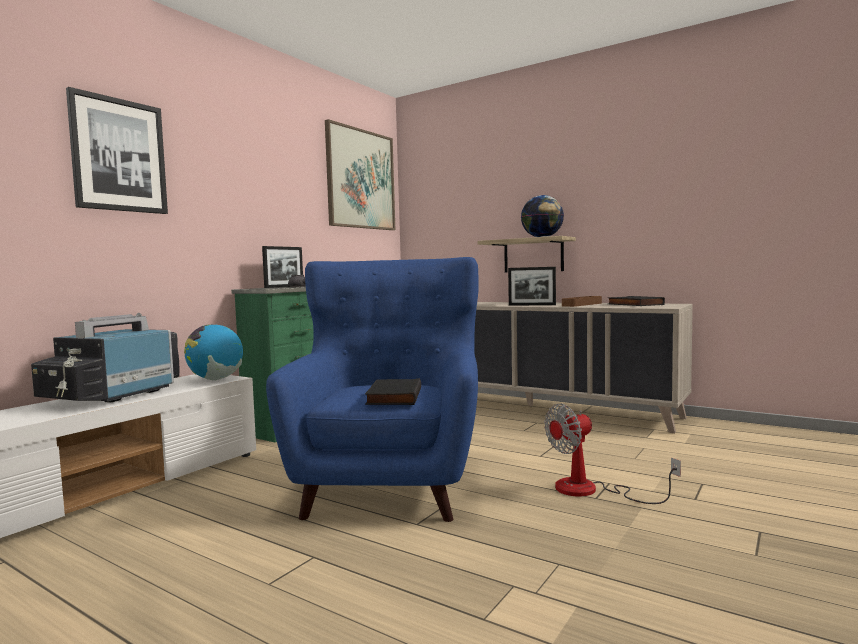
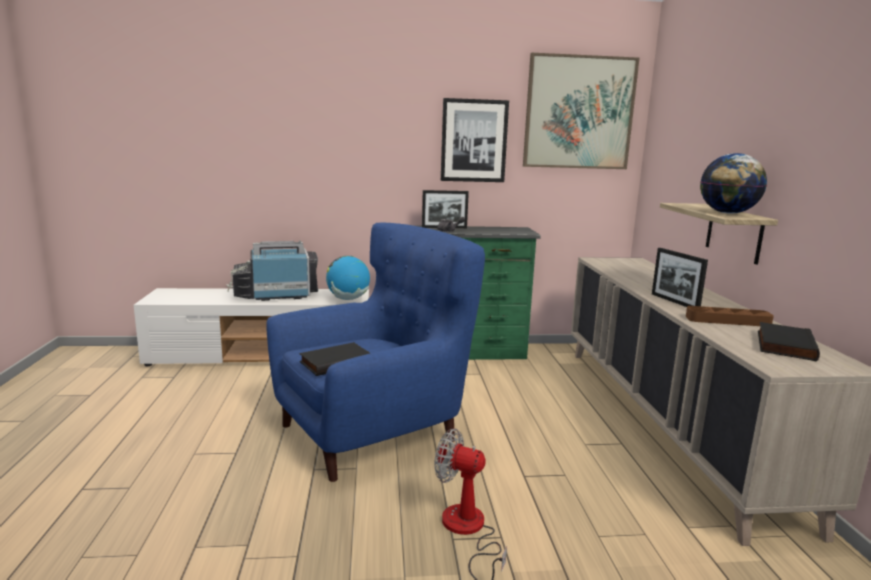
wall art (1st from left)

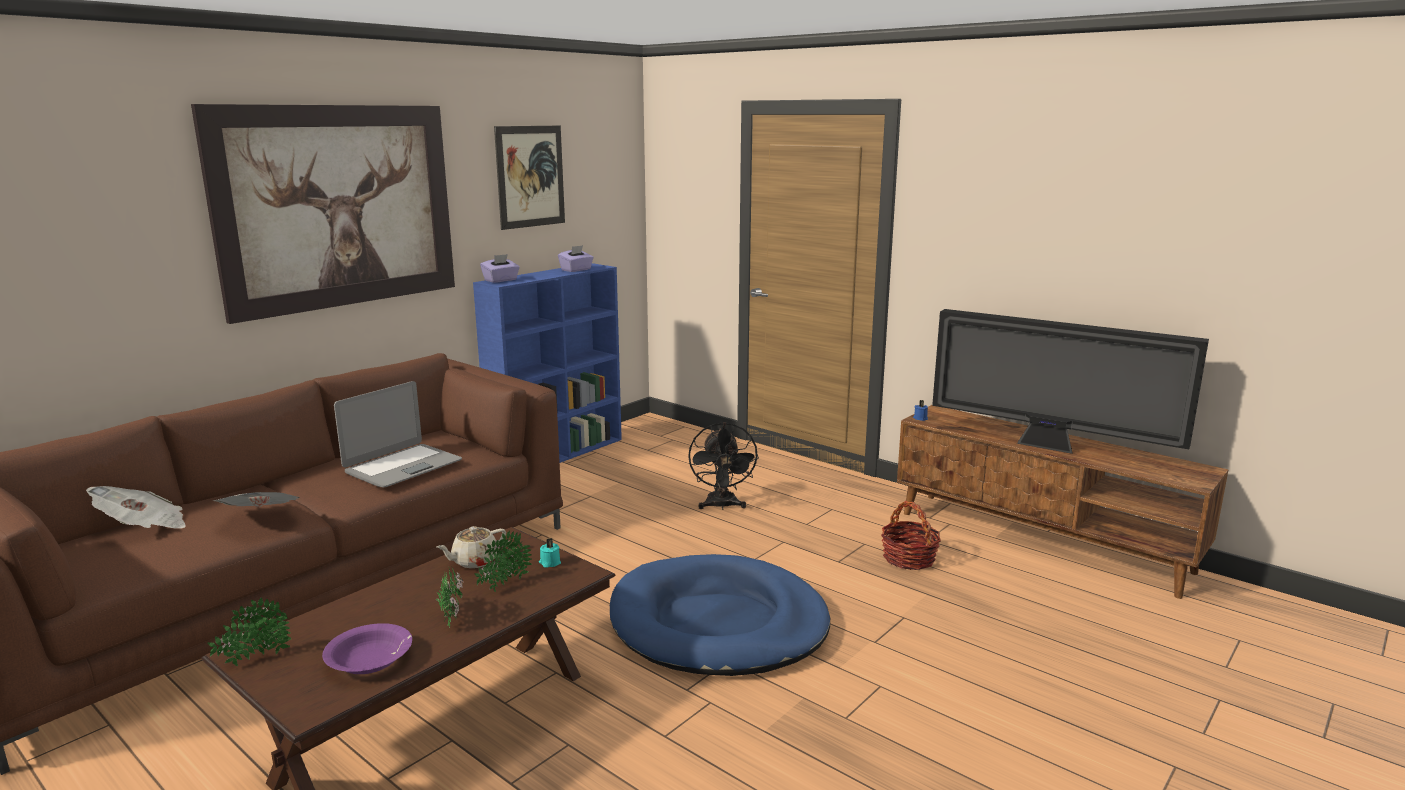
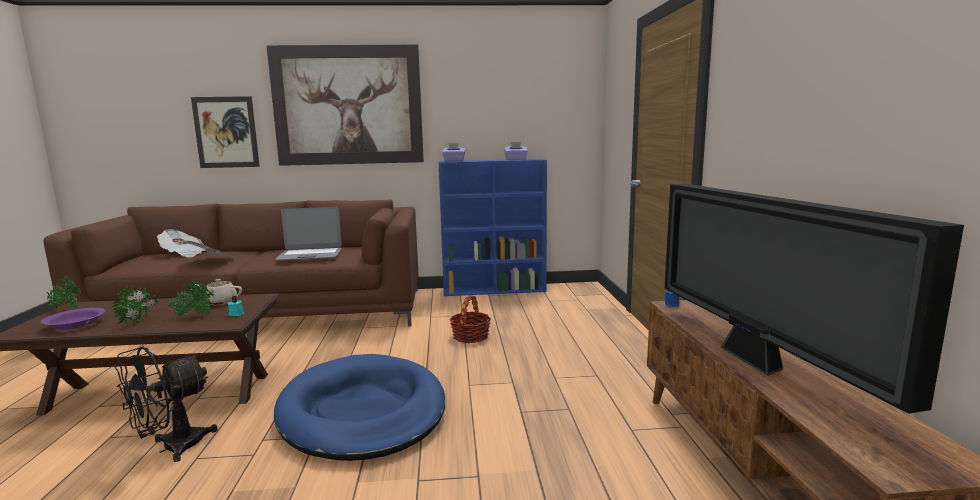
wall art (1st from left)
electric fan in black-coloured
household basket

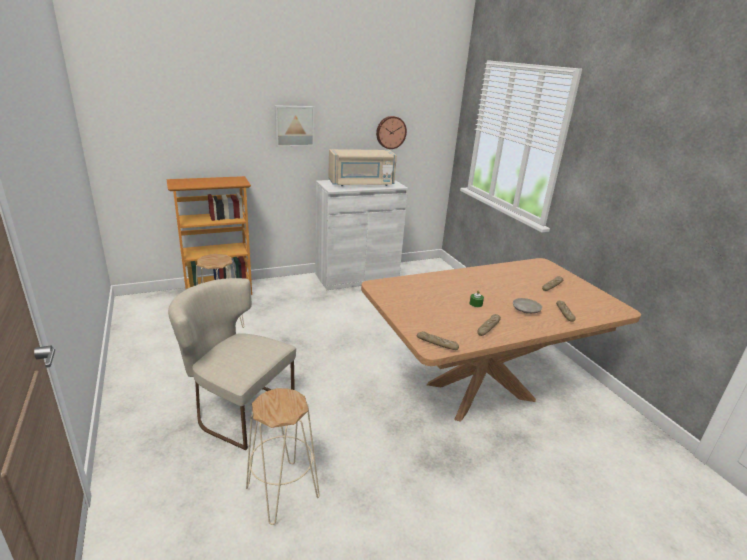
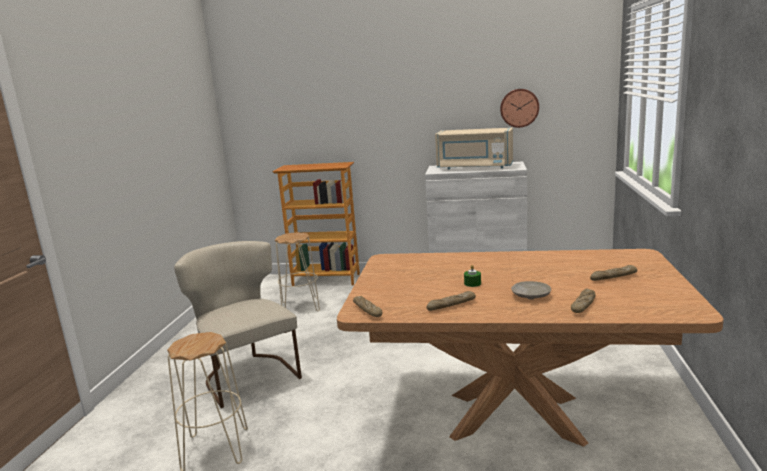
wall art

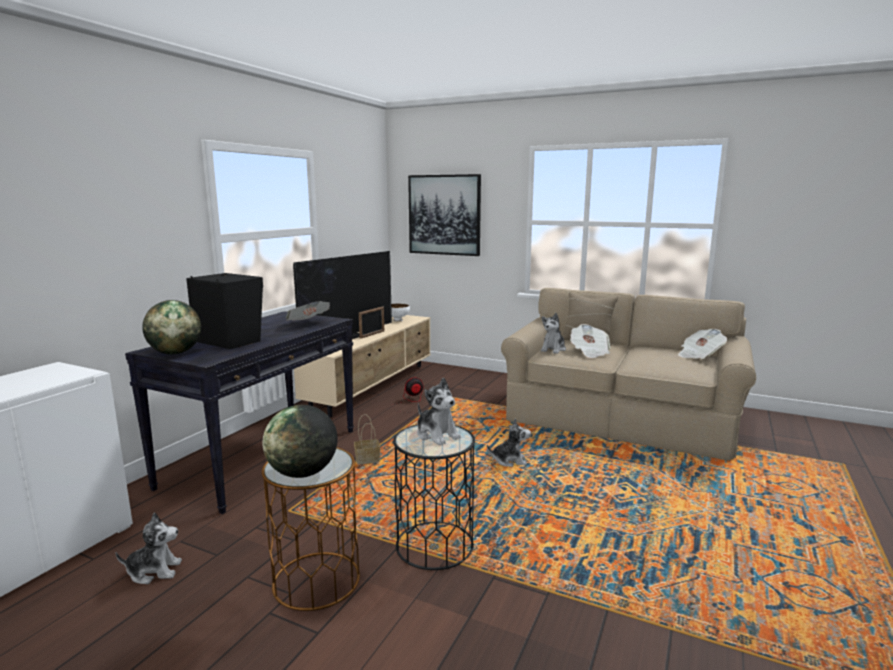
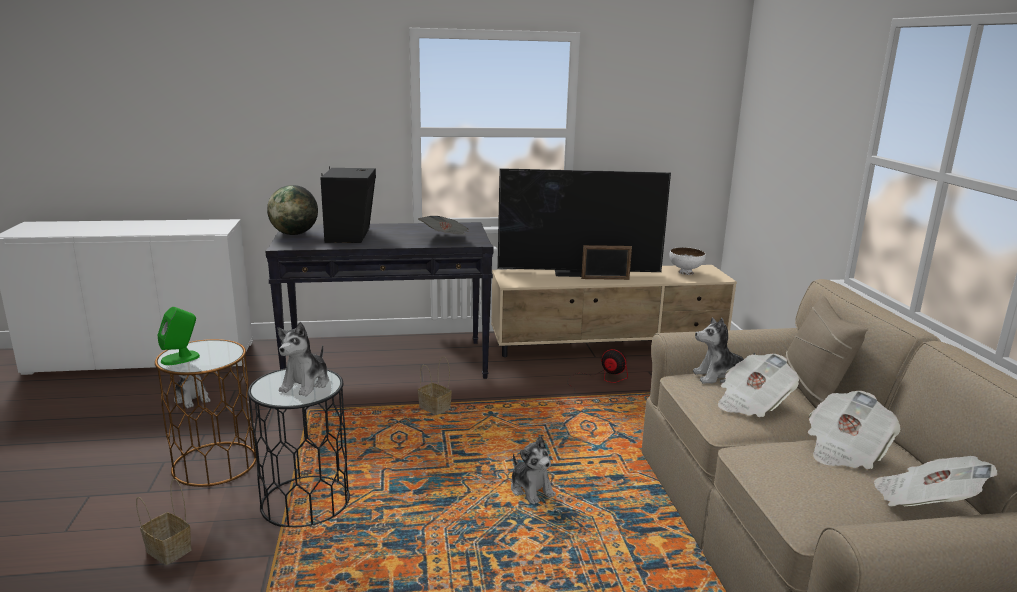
wall art
loudspeaker in greenish
daily paper (3rd from left)
household basket (1st from left)

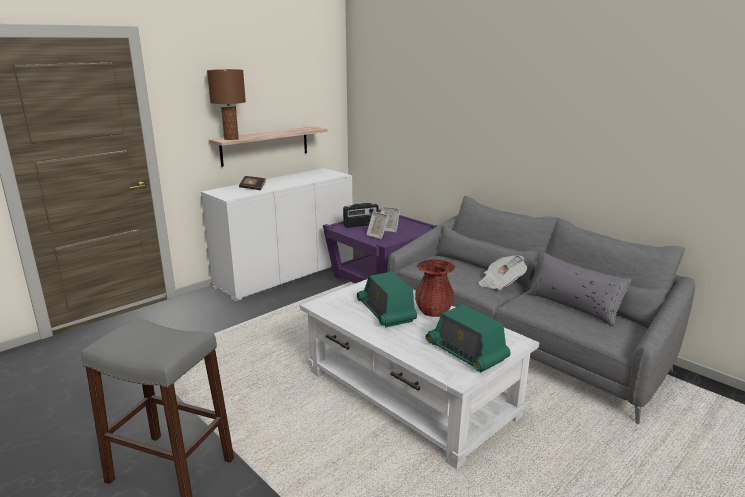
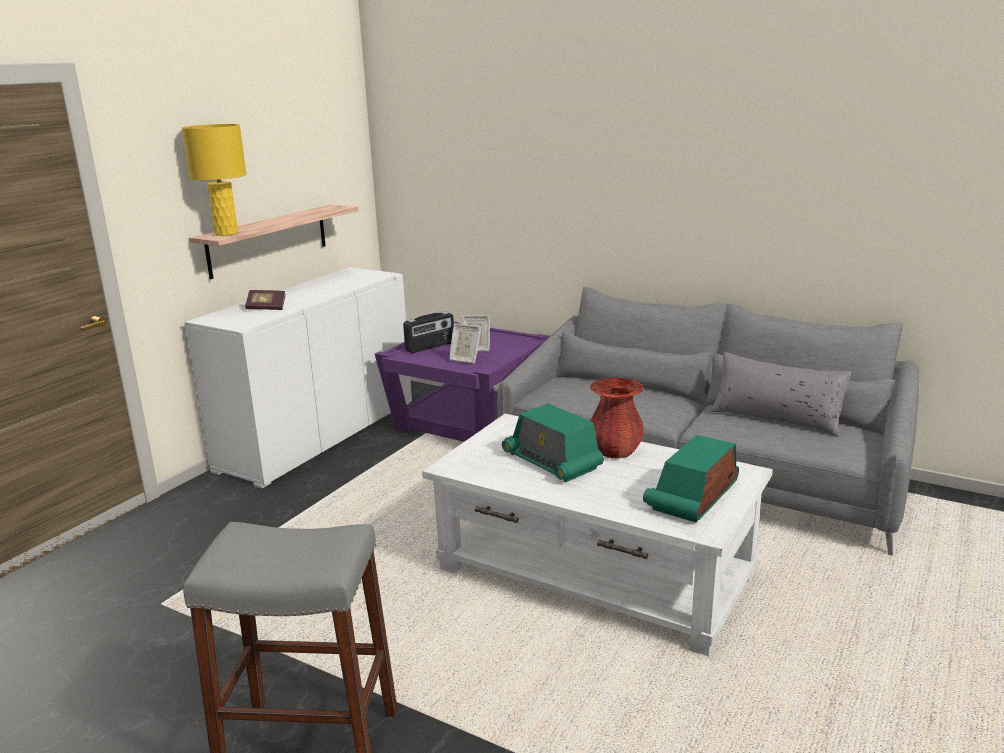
table lamp in yellowish
daily paper
radio receiver (3rd from left)

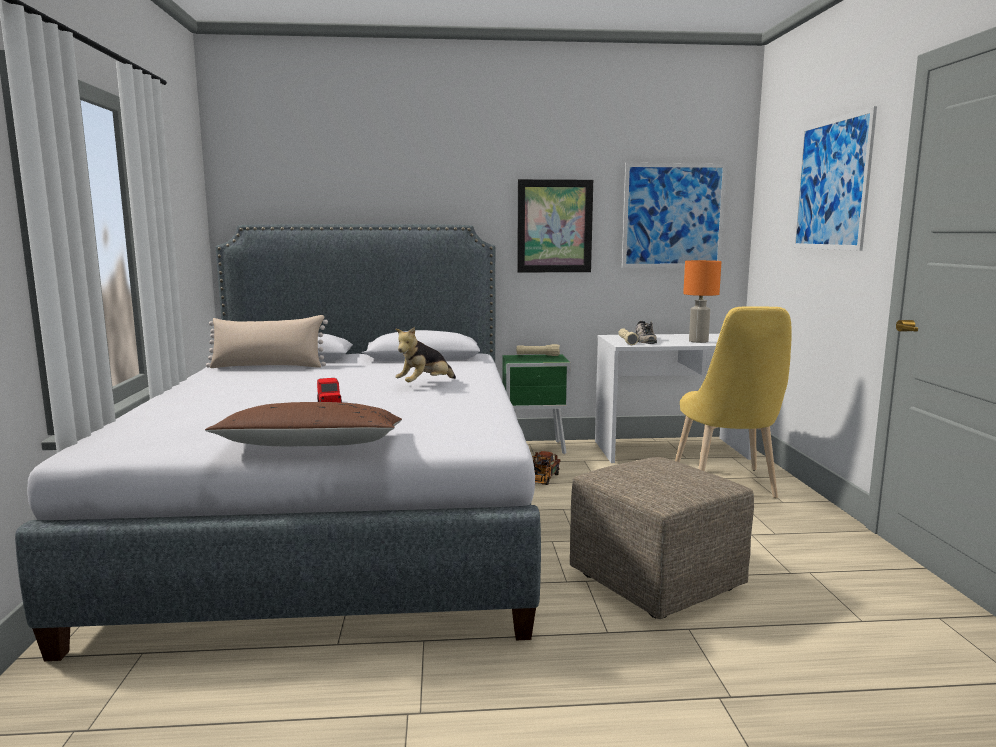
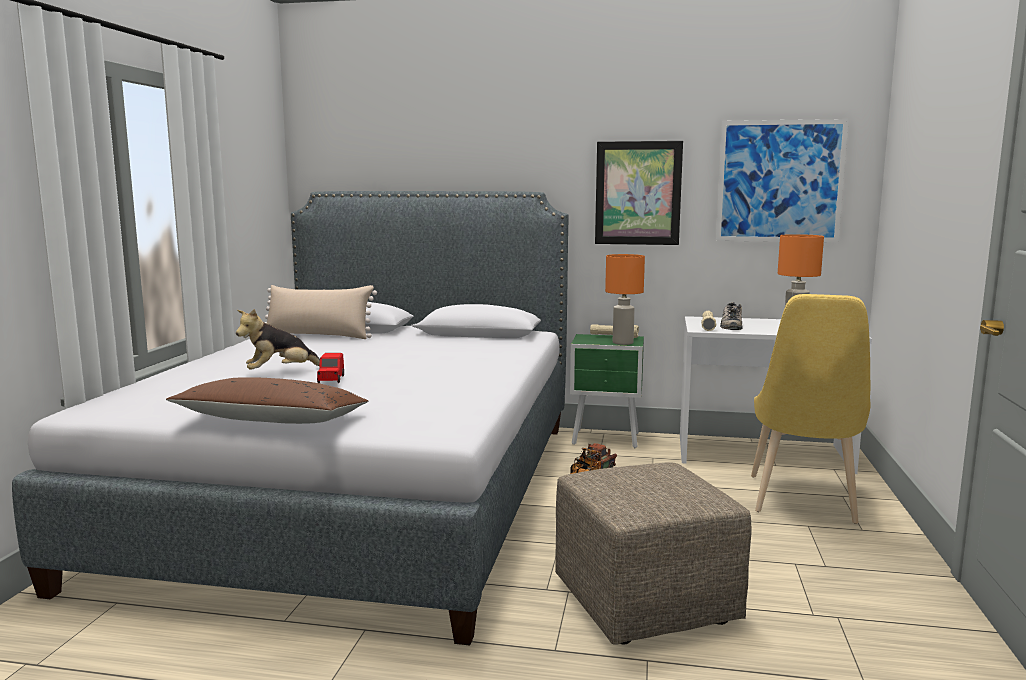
wall art (3rd from left in the first image)
plush toy
table lamp in orange-coloured (1st from left)

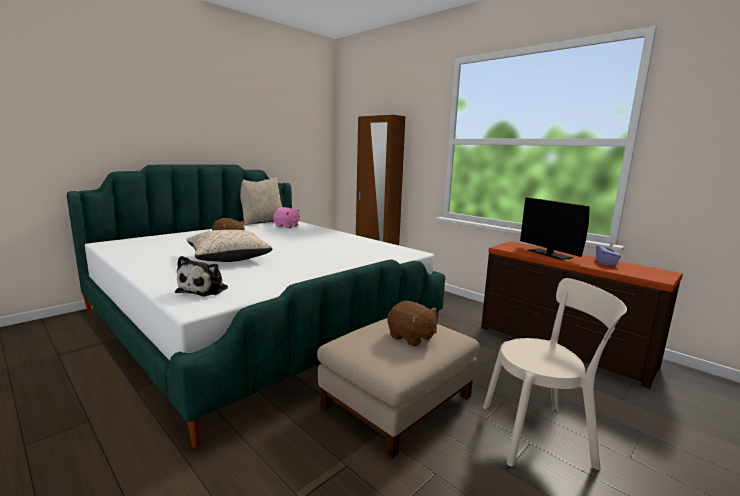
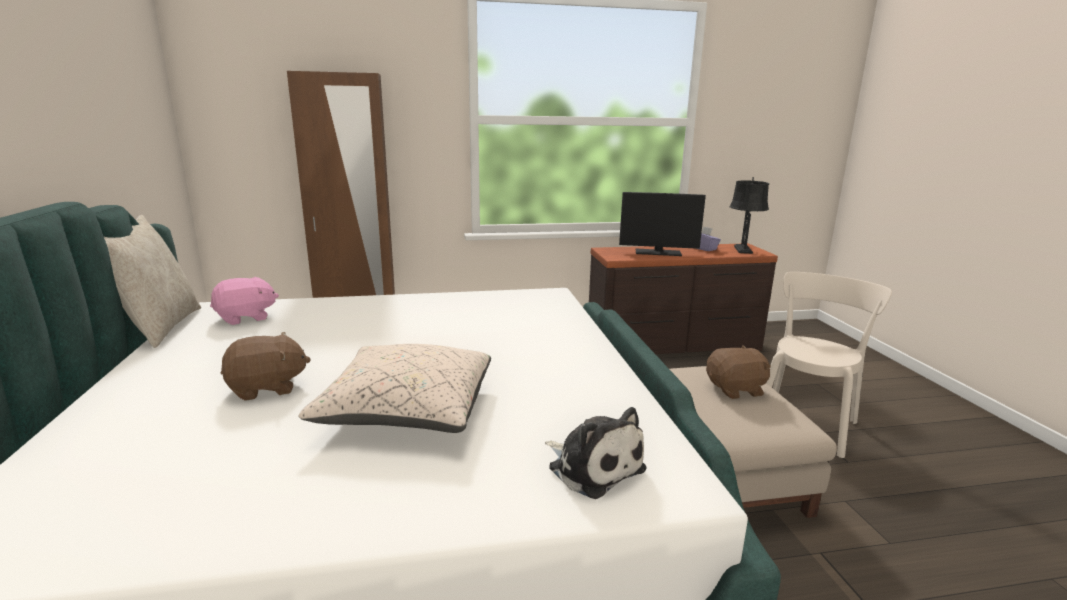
table lamp in black-coloured

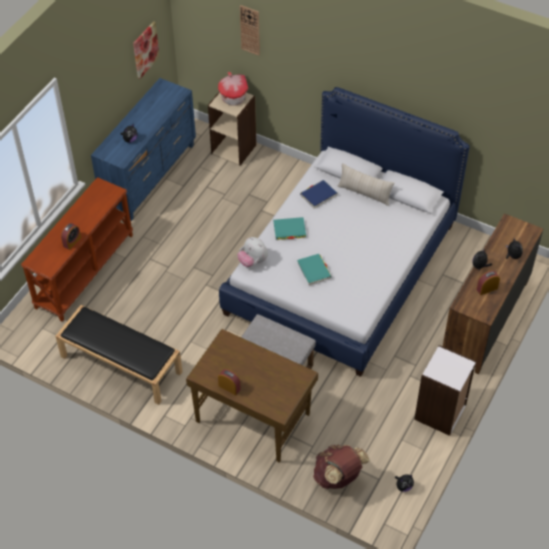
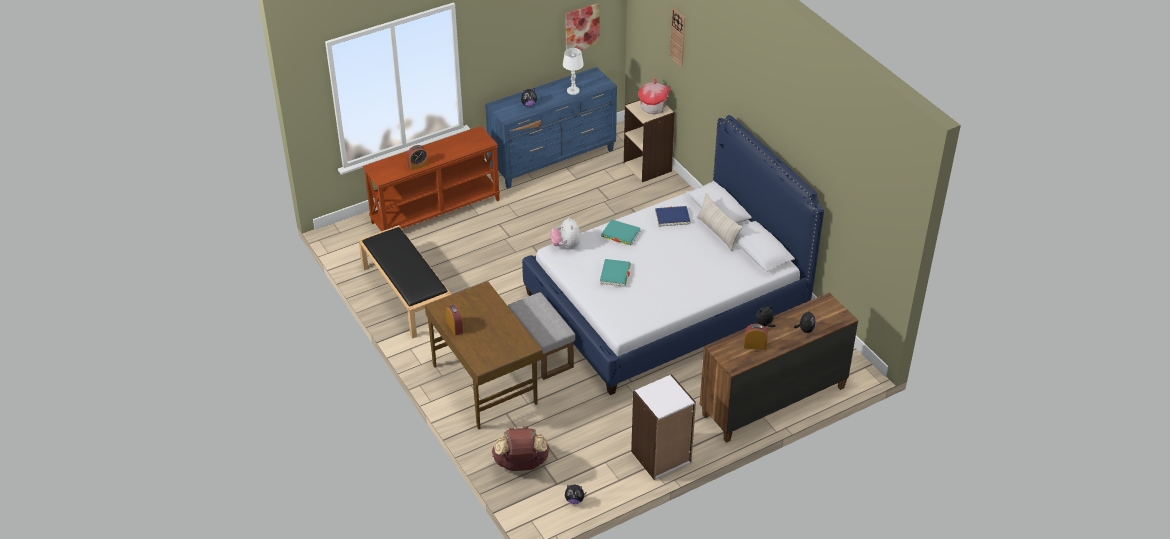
table lamp in whitish

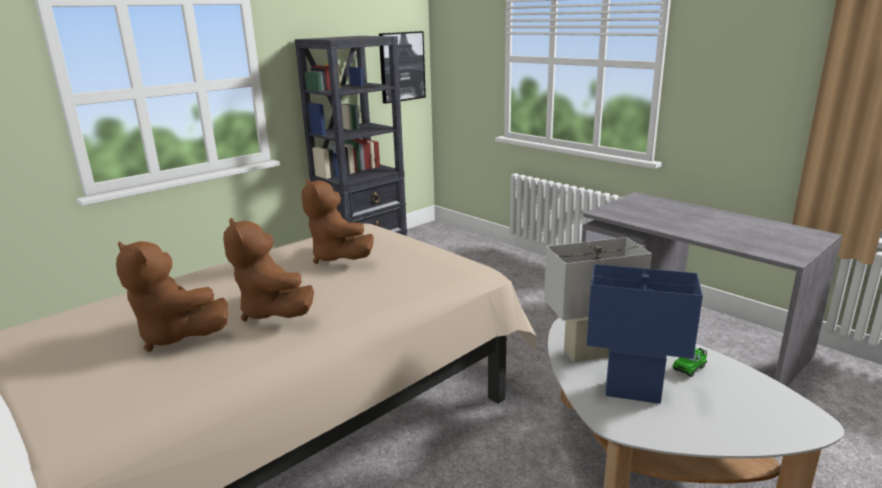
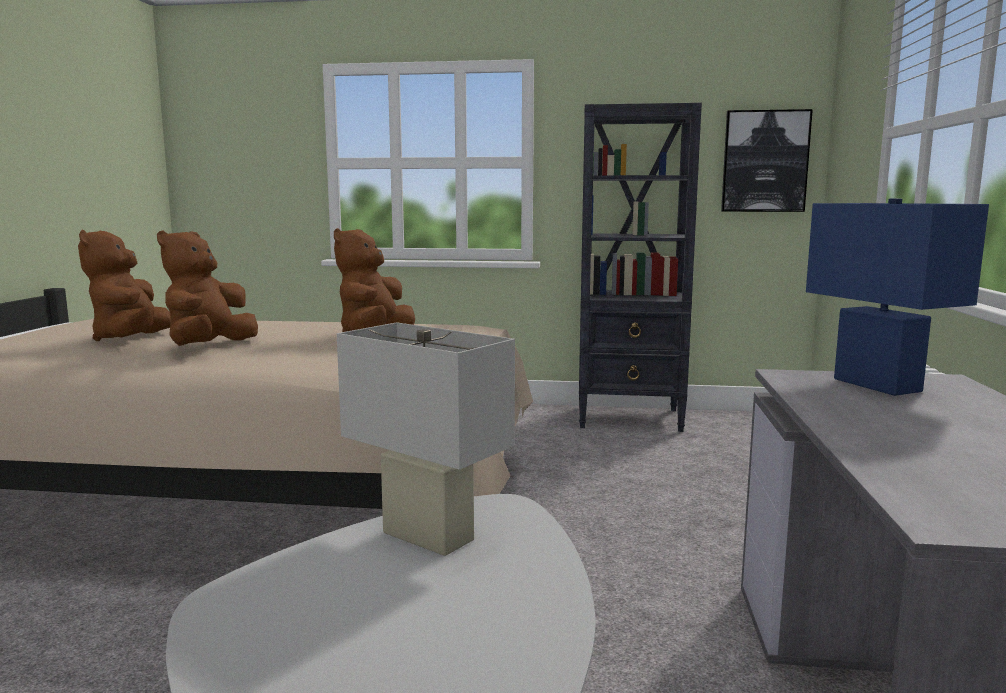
table lamp in bluish
toy car

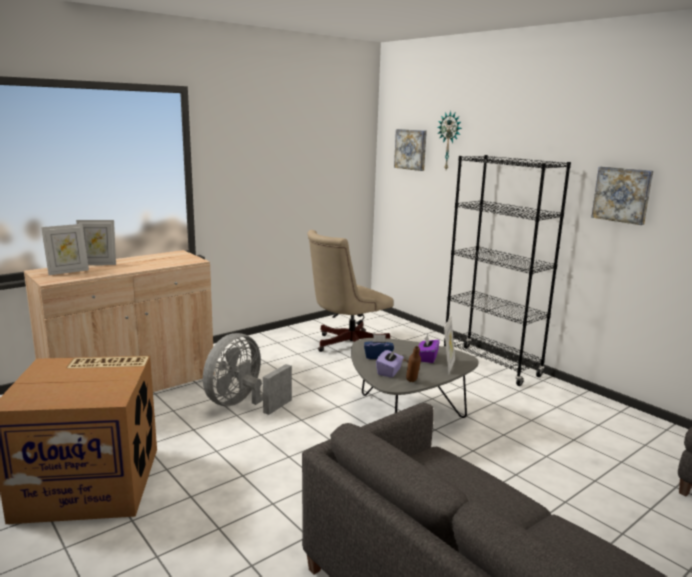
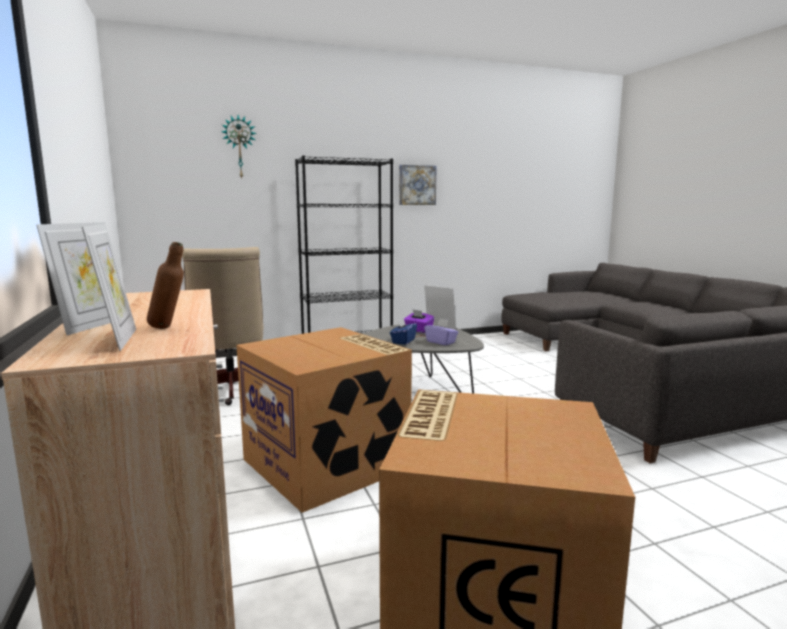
wall art (1st from left in the first image)
cardboard box (1st from left)
beverage bottle in brown-coloured

